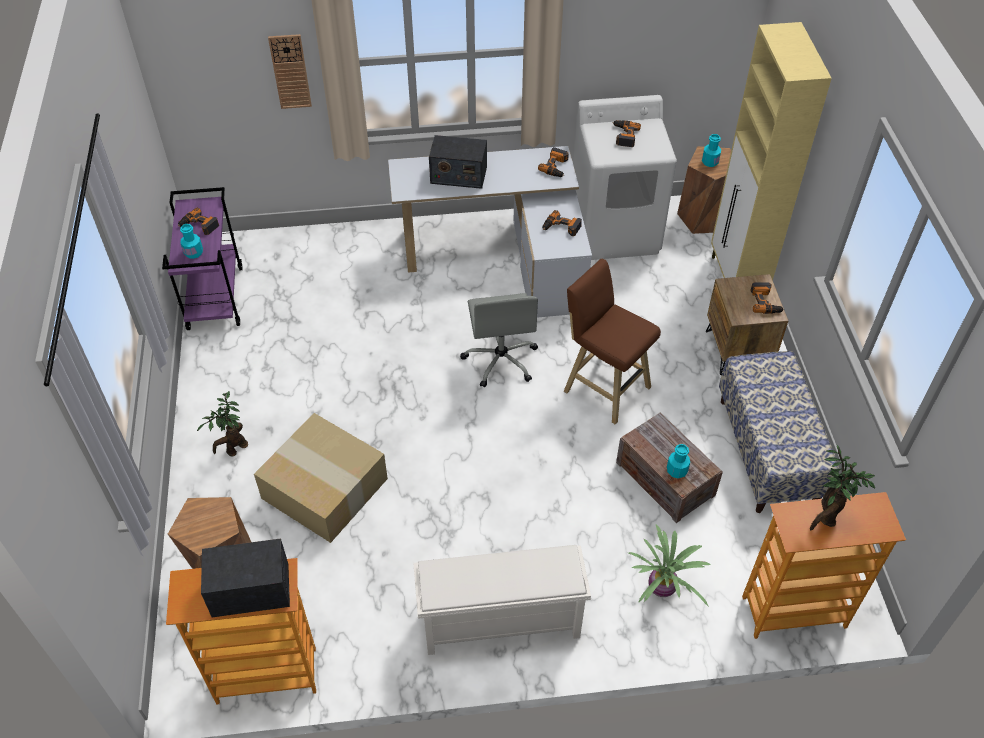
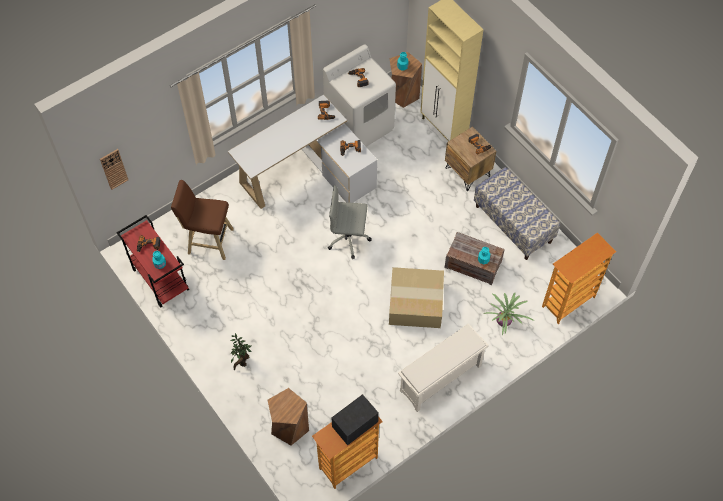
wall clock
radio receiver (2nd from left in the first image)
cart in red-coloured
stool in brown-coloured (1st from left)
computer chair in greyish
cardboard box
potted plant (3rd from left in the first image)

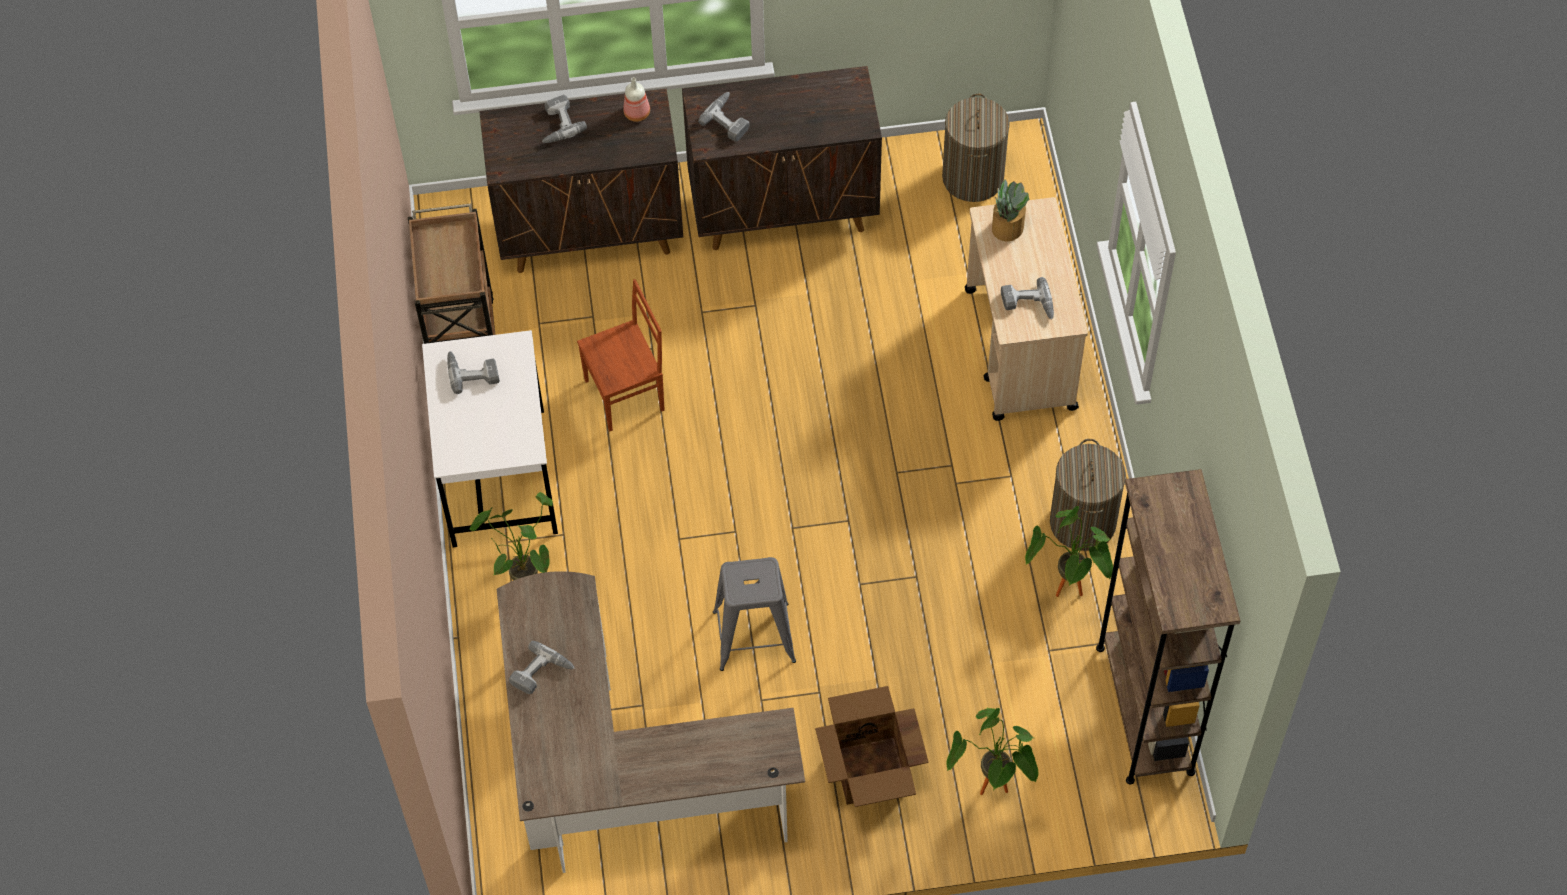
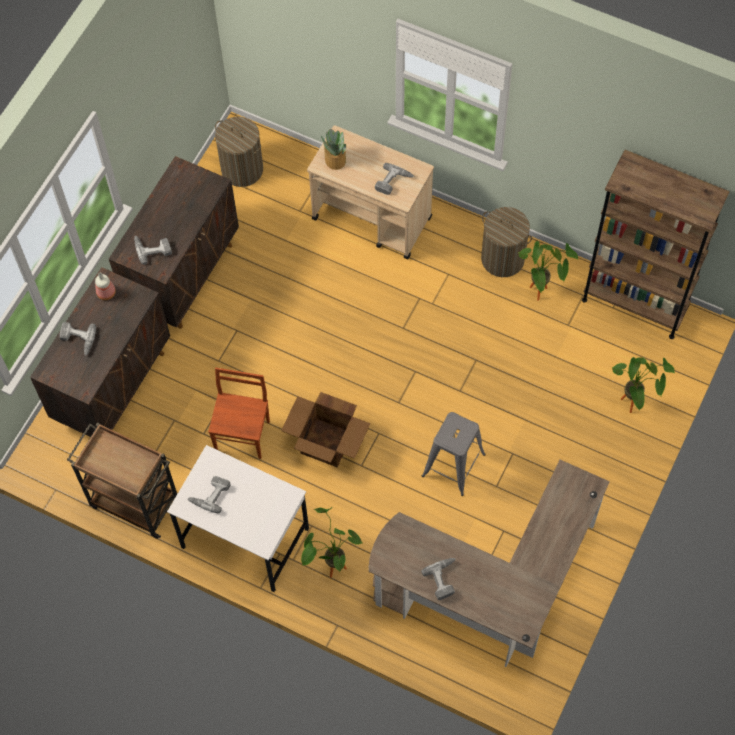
cardboard box

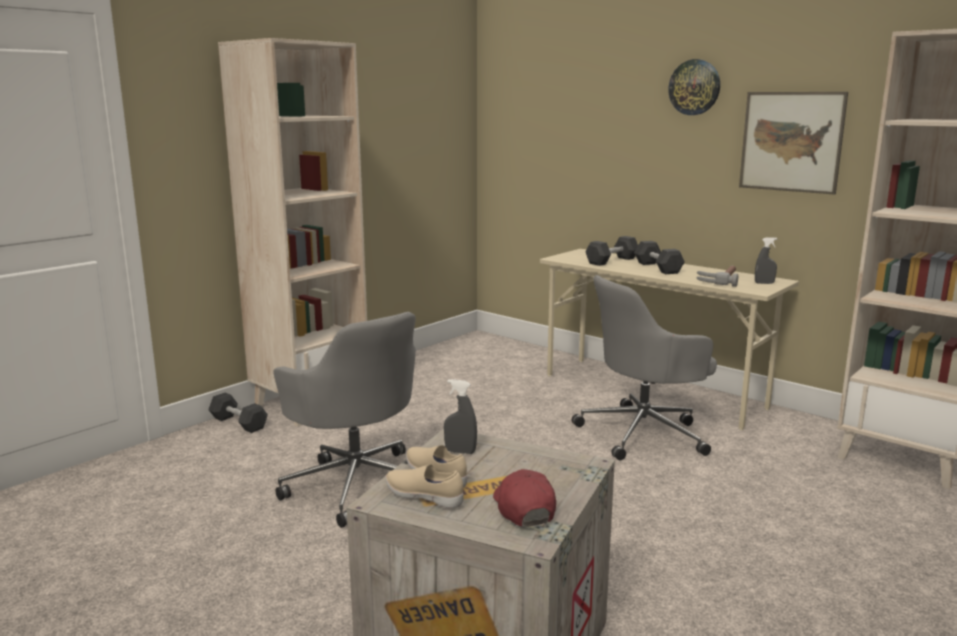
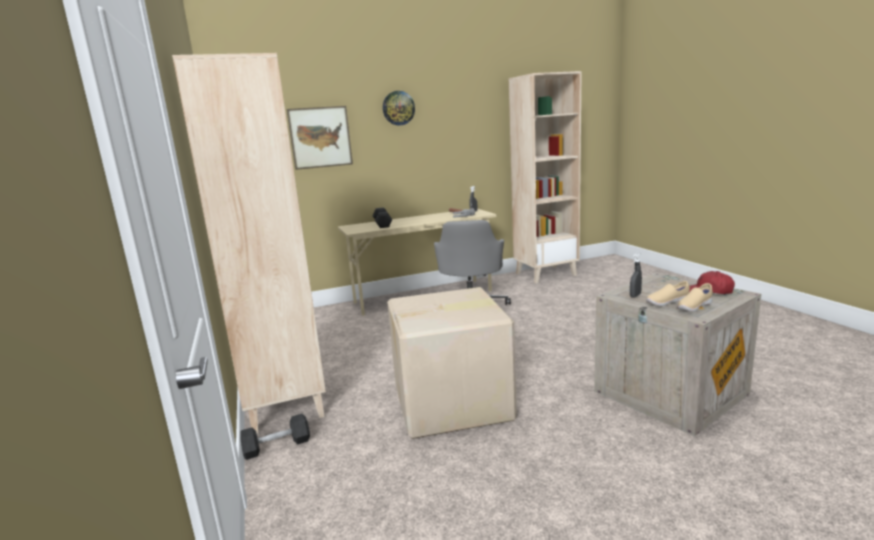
wall art
free weight in black-coloured (3rd from left in the first image)
cardboard box

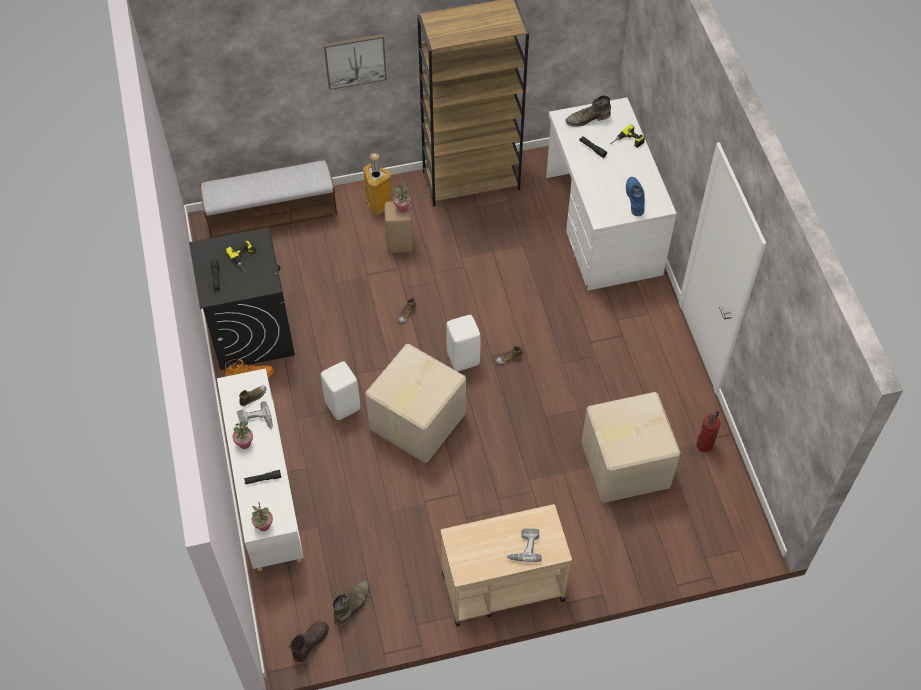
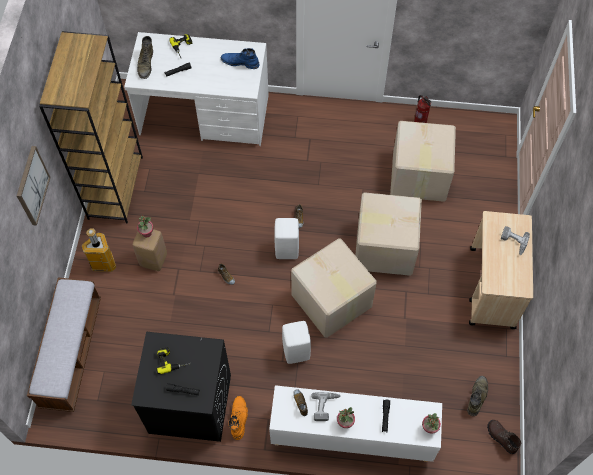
tall boot in greenish (2nd from left)
cardboard box (2nd from left)

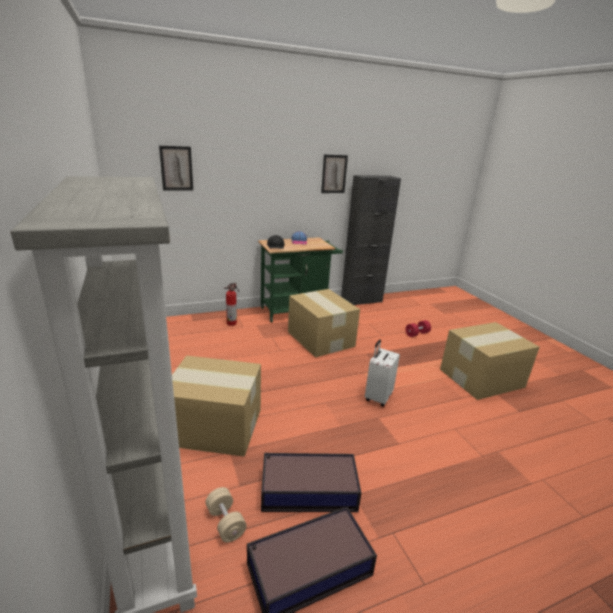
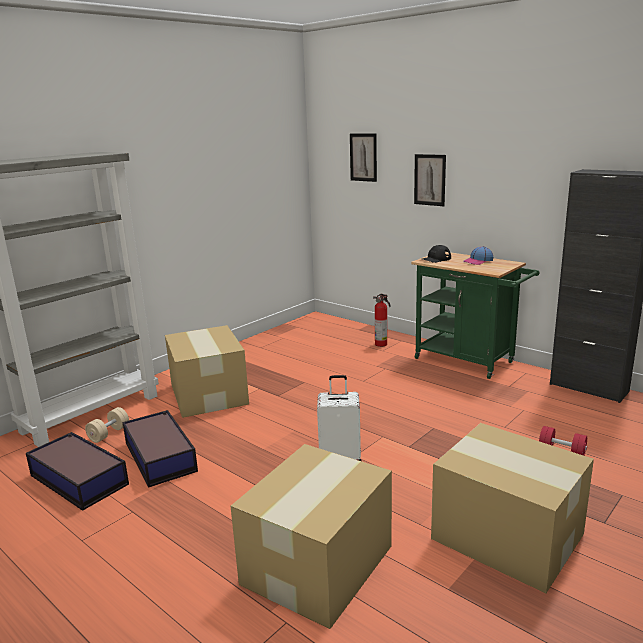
wall art (2nd from left)
cardboard box (2nd from left)

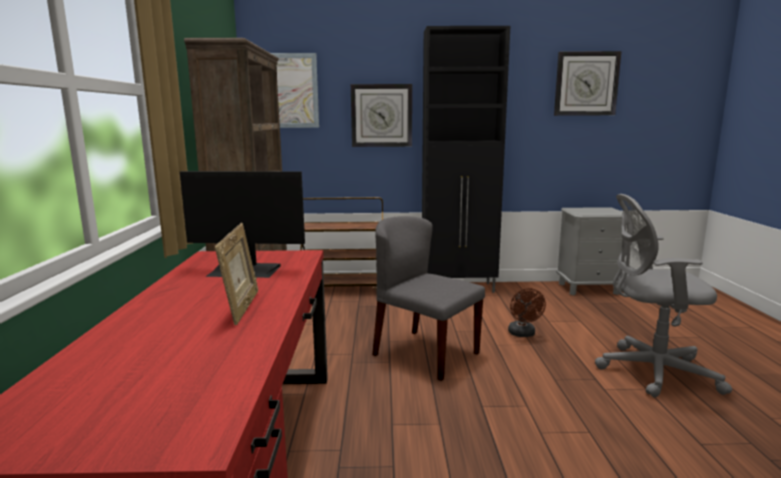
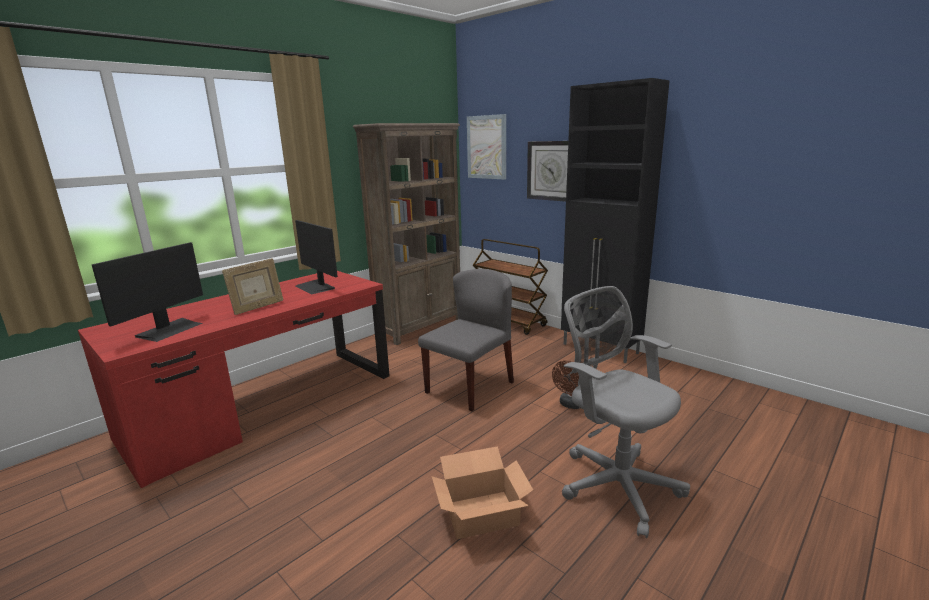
wall clock (2nd from left in the first image)
nightstand in greyish
chair in greyish
monitor (1st from left)
cardboard box

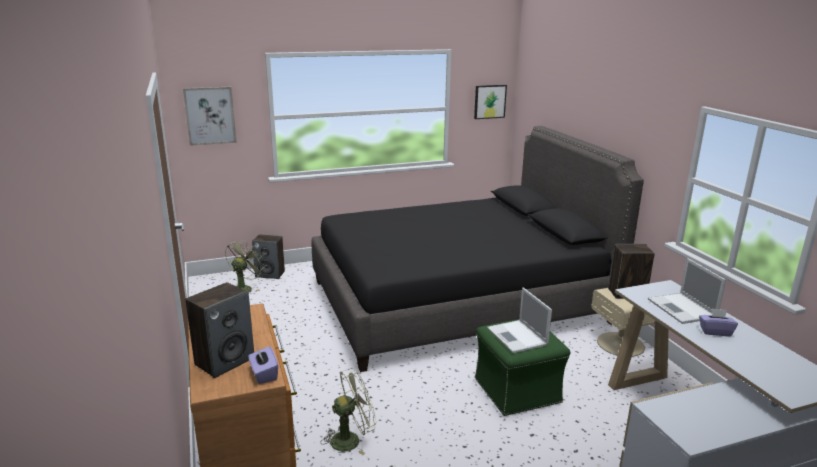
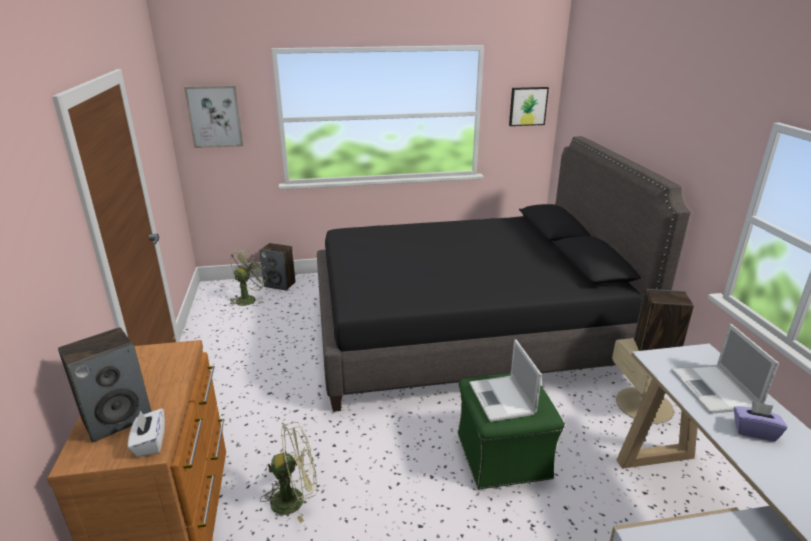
tissue holder in whitish

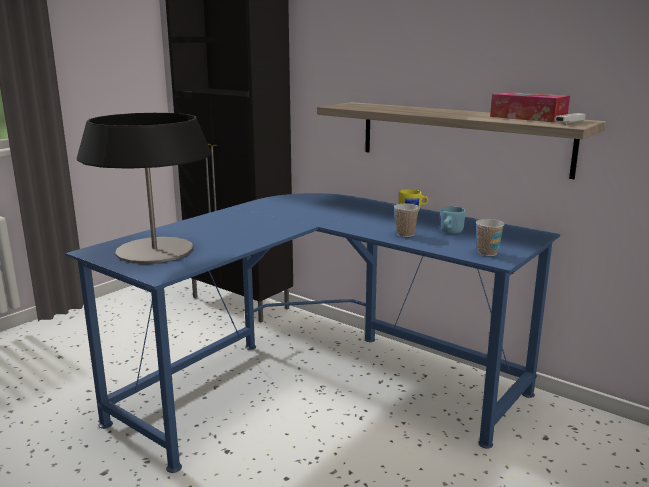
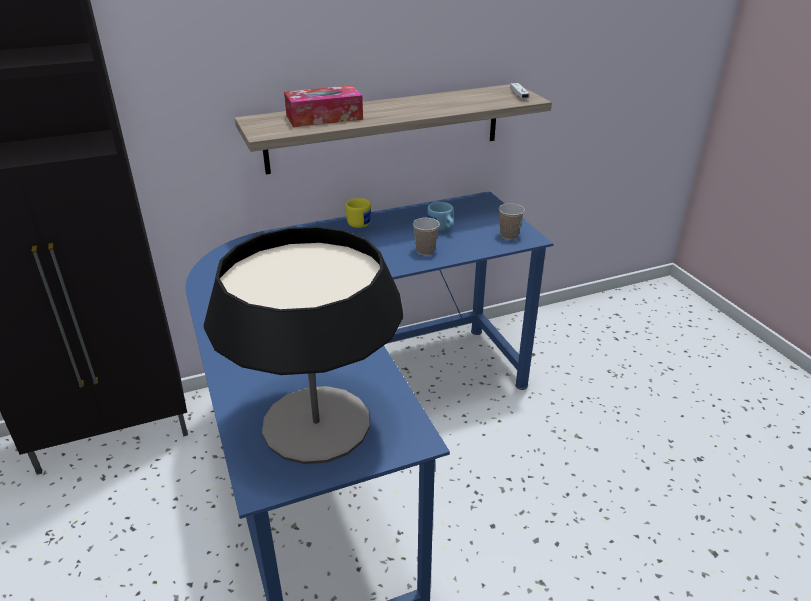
tissue holder

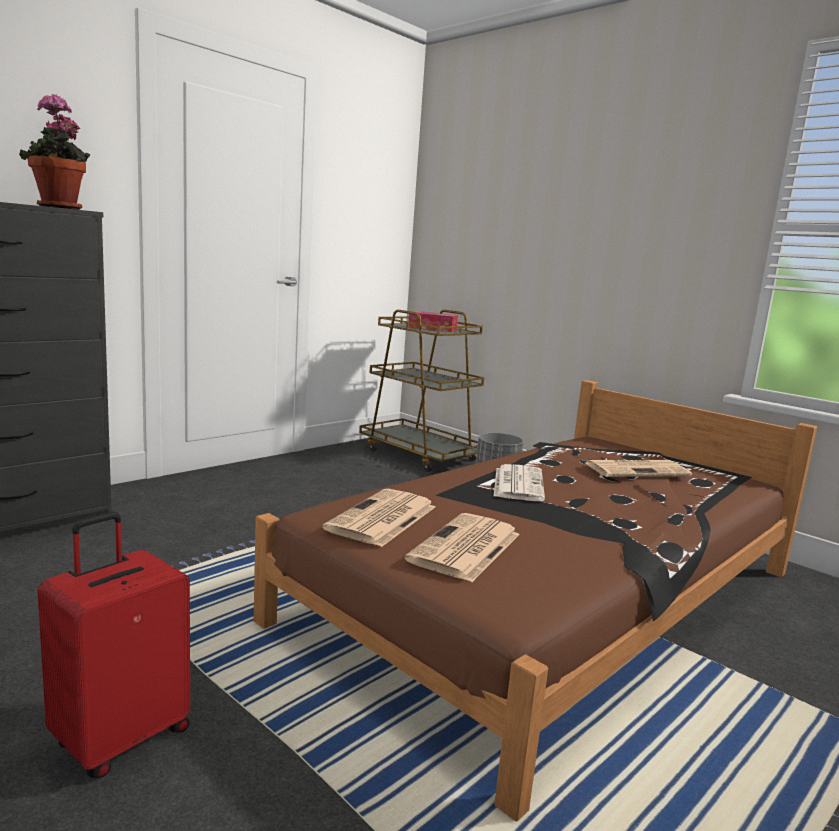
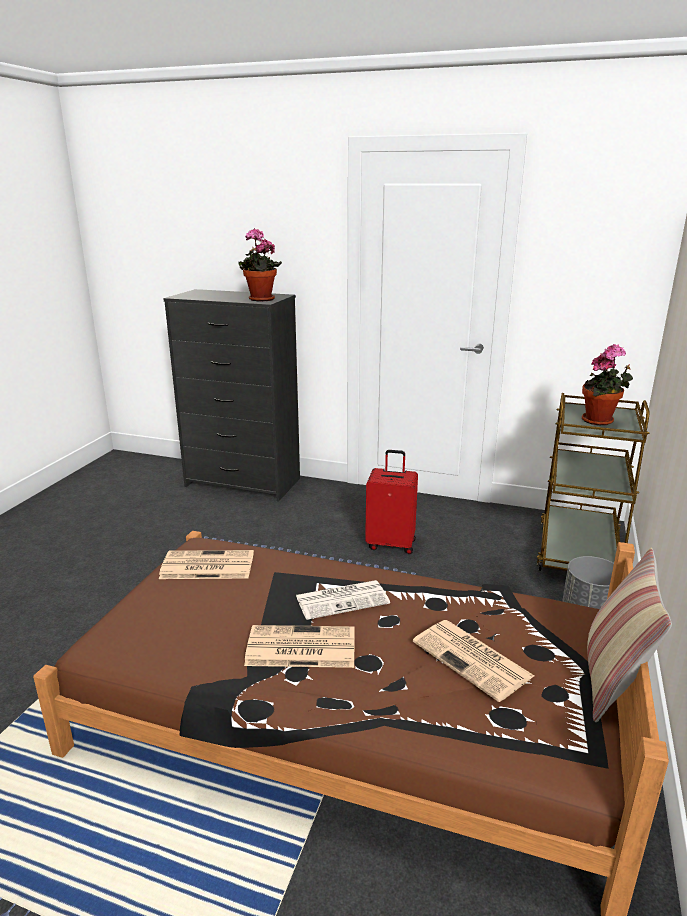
potted plant (2nd from left)
suitcase in red-coloured
daily paper (2nd from left)
pillow

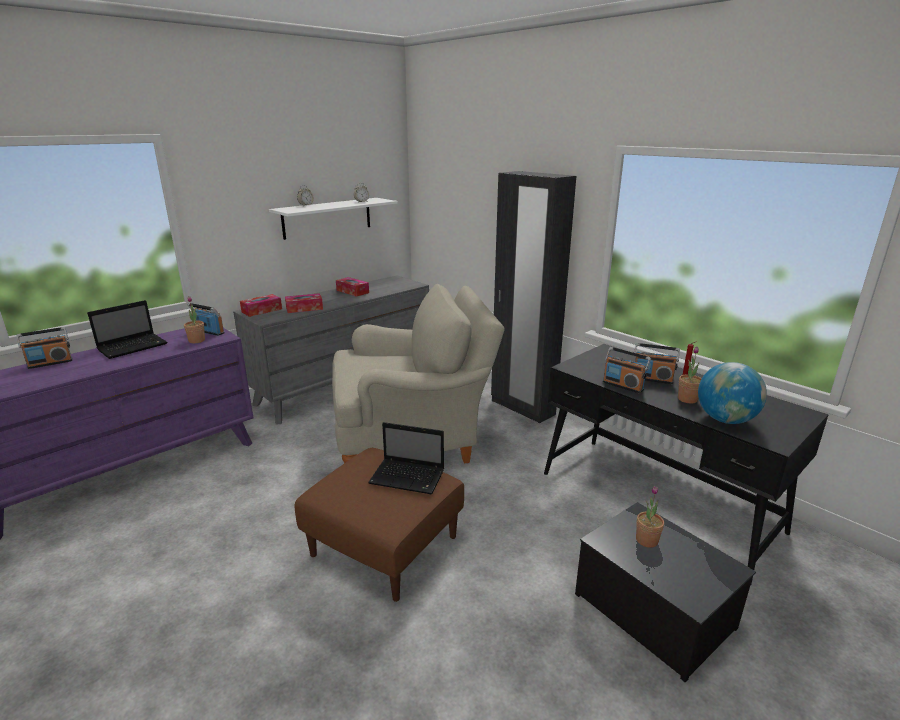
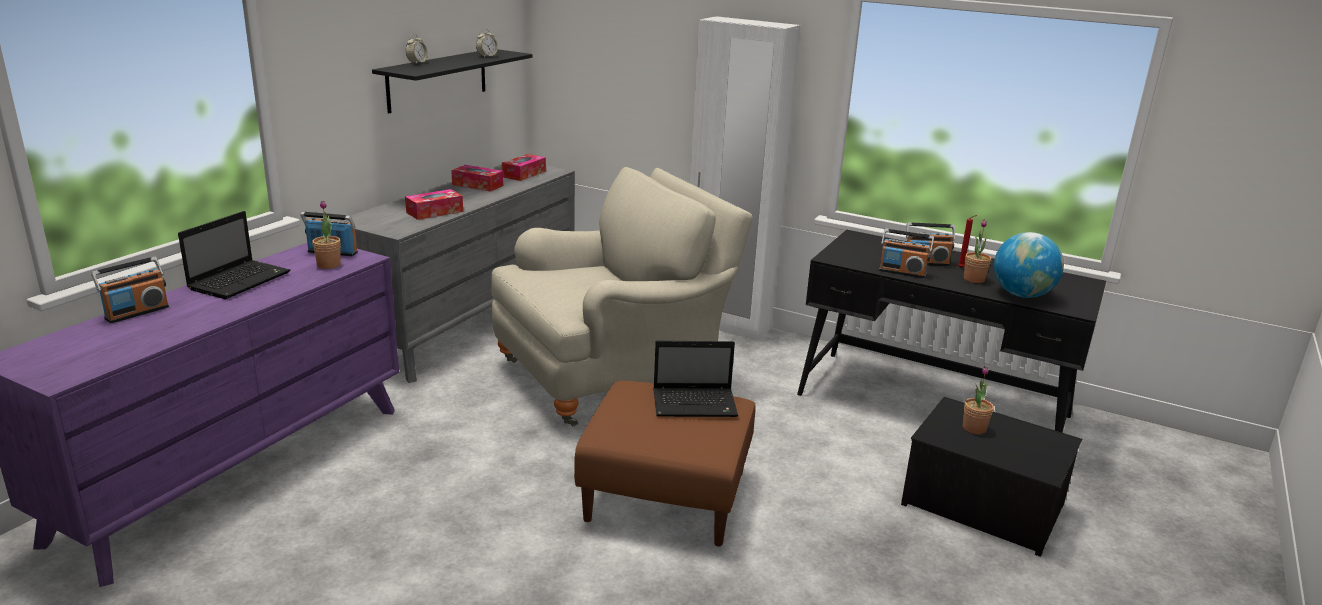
wardrobe in whitish
shelf in black-coloured
tissue holder (3rd from left)

